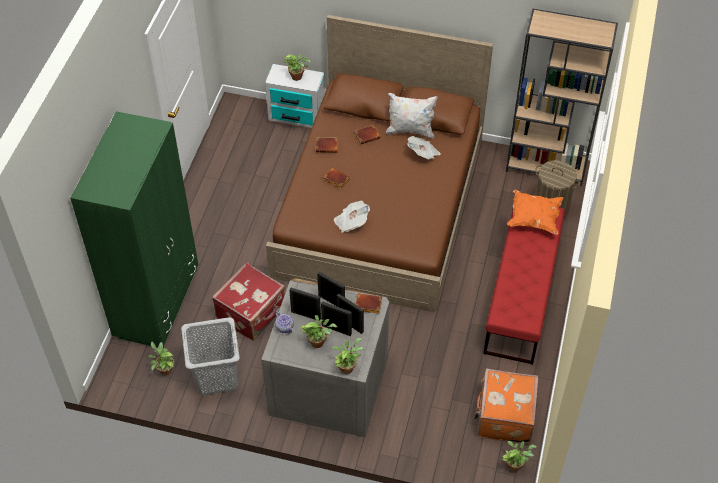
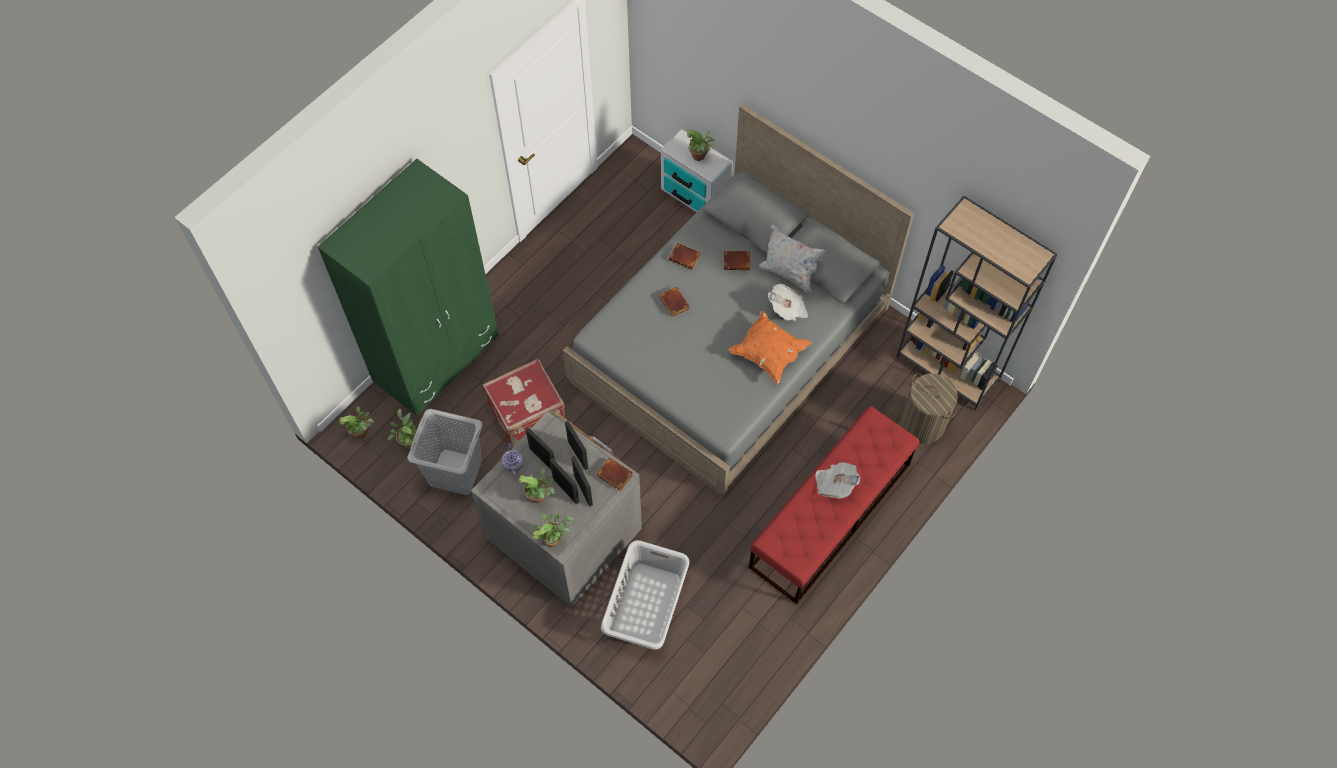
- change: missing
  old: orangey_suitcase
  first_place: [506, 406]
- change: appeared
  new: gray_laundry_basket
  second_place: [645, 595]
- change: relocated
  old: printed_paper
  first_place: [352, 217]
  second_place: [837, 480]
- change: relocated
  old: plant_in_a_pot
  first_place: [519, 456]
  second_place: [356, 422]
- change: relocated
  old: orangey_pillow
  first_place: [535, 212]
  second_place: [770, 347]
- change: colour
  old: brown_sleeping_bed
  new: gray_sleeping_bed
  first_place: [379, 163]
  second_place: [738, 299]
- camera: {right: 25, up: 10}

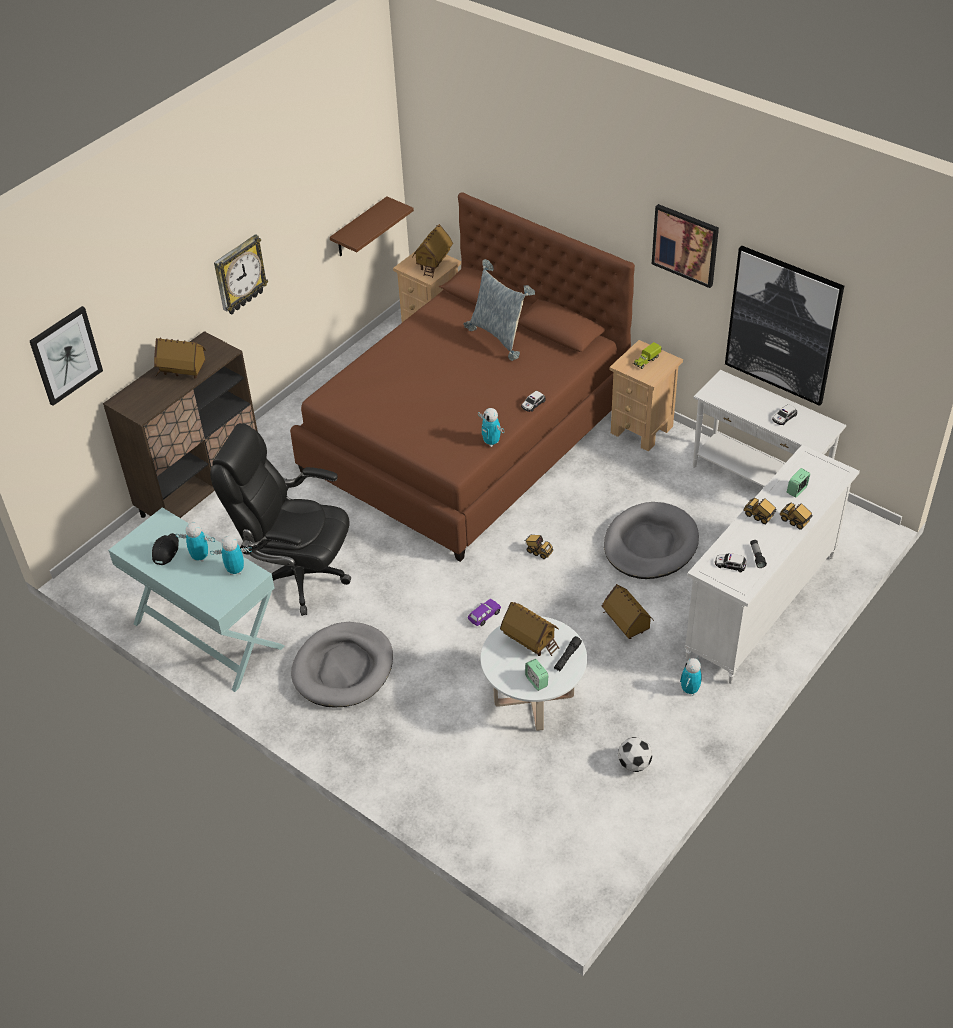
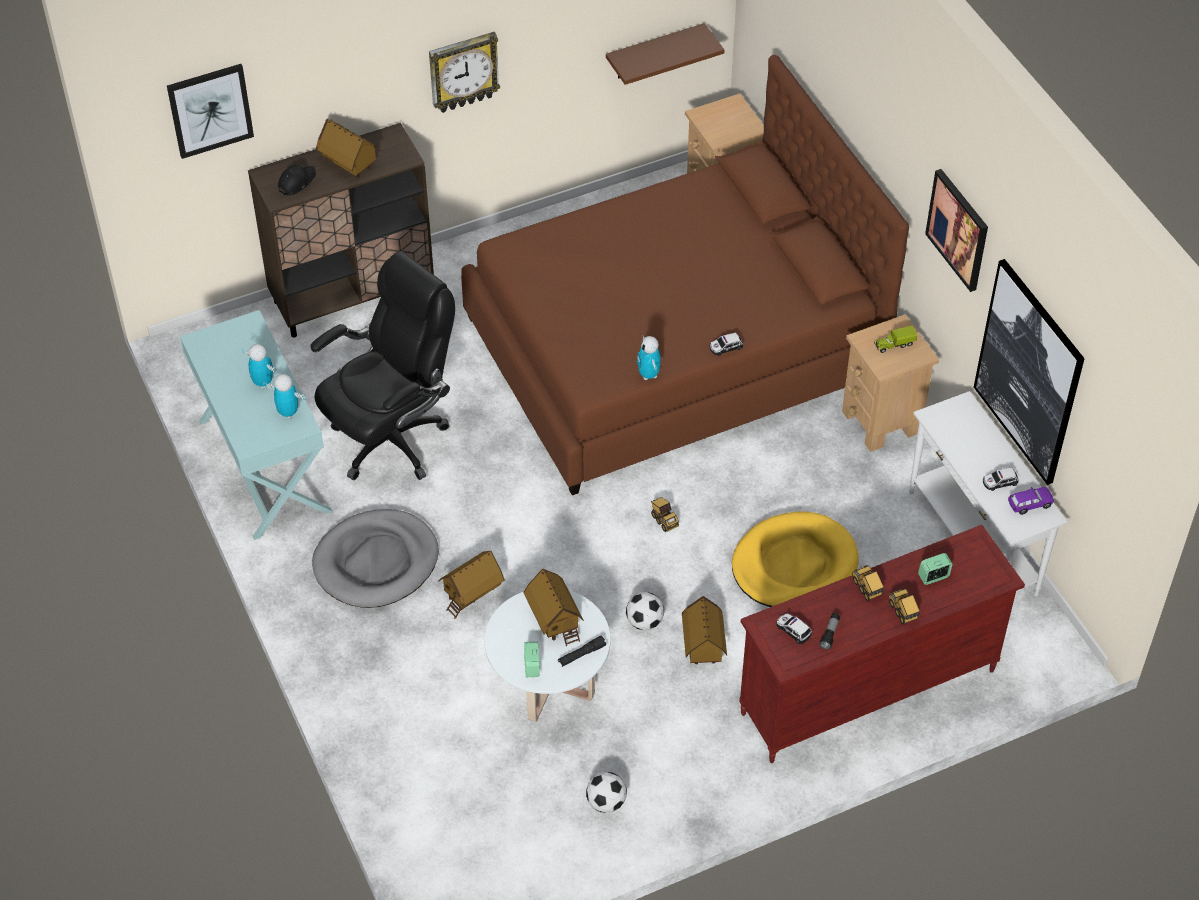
- change: missing
  old: pillow
  first_place: [499, 310]
- change: missing
  old: robot_figure
  first_place: [690, 676]
- change: appeared
  new: football_ball
  second_place: [645, 611]
- change: relocated
  old: black-coloured_cap
  first_place: [165, 549]
  second_place: [297, 180]
- change: relocated
  old: miniature_house
  first_place: [432, 251]
  second_place: [471, 585]
- change: relocated
  old: purple-coloured_model_car
  first_place: [484, 612]
  second_place: [1031, 501]
- change: colour
  old: gray_dog_bed
  new: yellowish_dog_bed
  first_place: [651, 540]
  second_place: [795, 559]
- change: colour
  old: whitish_drawer_chest
  new: red-coloured_drawer_chest
  first_place: [772, 564]
  second_place: [882, 644]
- change: spun
  old: black-coloured_office_chair
  first_place: [280, 519]
  second_place: [383, 365]
  degrees: 90
- camera: {right: 25, up: 5}

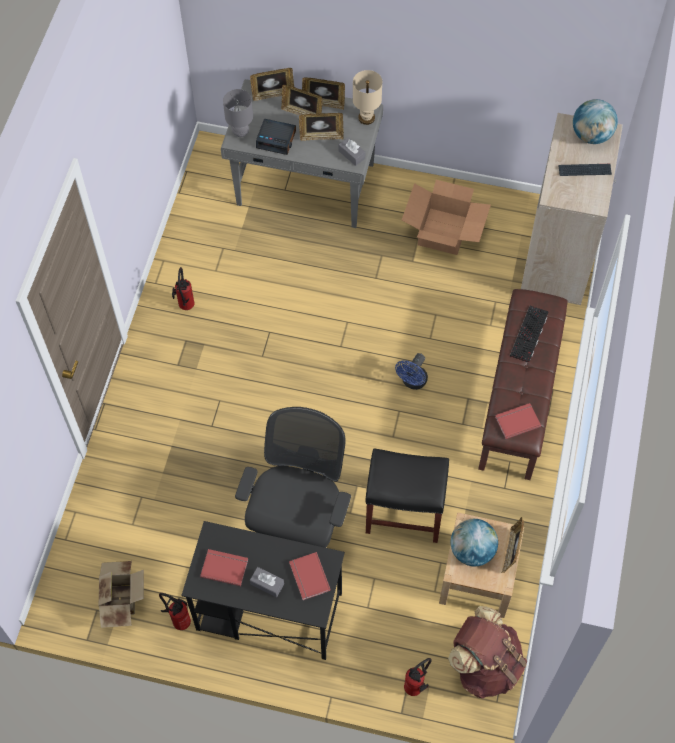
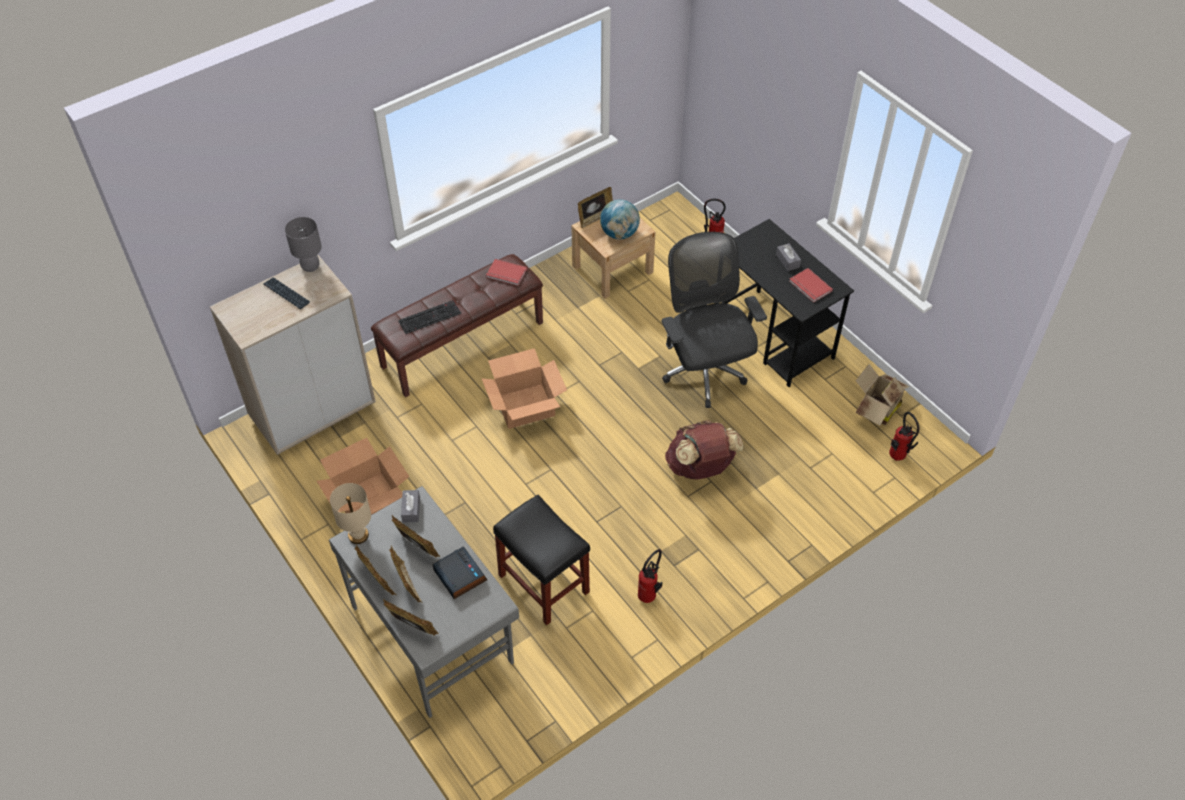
- change: missing
  old: red-coloured_volume
  first_place: [310, 576]
- change: missing
  old: desk_globe
  first_place: [595, 121]
- change: relocated
  old: extinguisher
  first_place: [175, 611]
  second_place: [904, 436]
- change: relocated
  old: gray_table_lamp
  first_place: [238, 113]
  second_place: [303, 244]
- change: relocated
  old: black-coloured_stool
  first_place: [407, 495]
  second_place: [541, 559]
- change: relocated
  old: brown_knapsack
  first_place: [487, 652]
  second_place: [704, 450]
- change: exchanged
  old: blue_fan
  new: cardboard_box
  first_place: [411, 371]
  second_place: [524, 388]
- change: spun
  old: office_chair
  first_place: [293, 477]
  second_place: [714, 320]
  degrees: 105
- camera: {right: -140, up: -10}

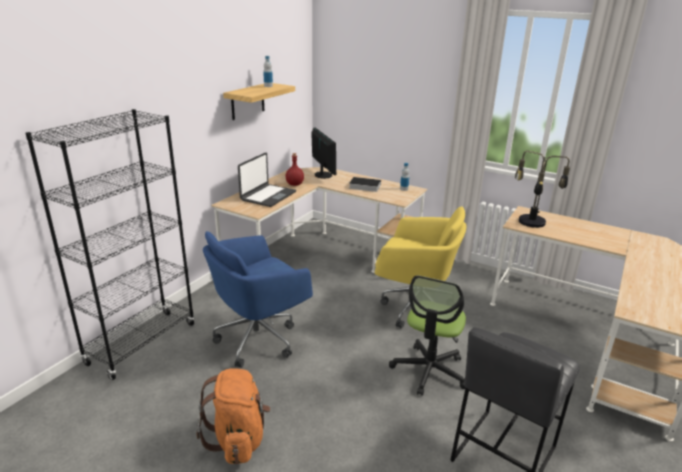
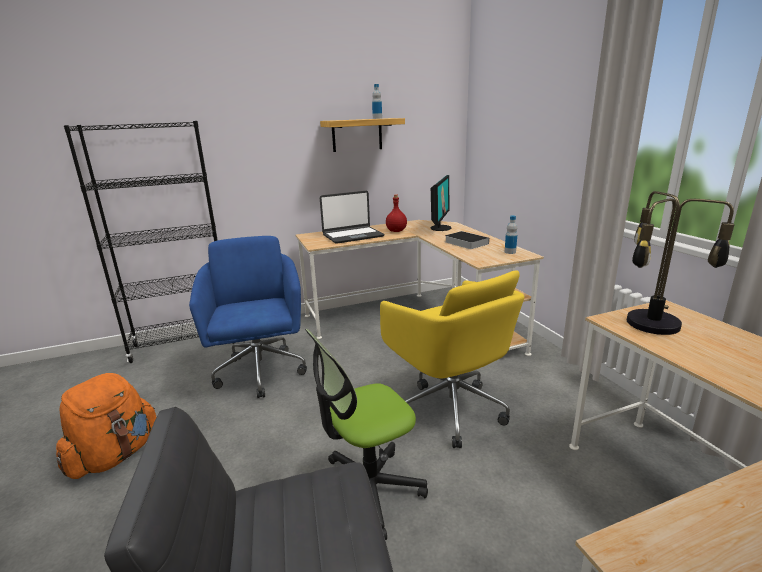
- change: spun
  old: blue_office_chair
  first_place: [258, 299]
  second_place: [248, 317]
  degrees: 75
- camera: {right: 40, up: -5}

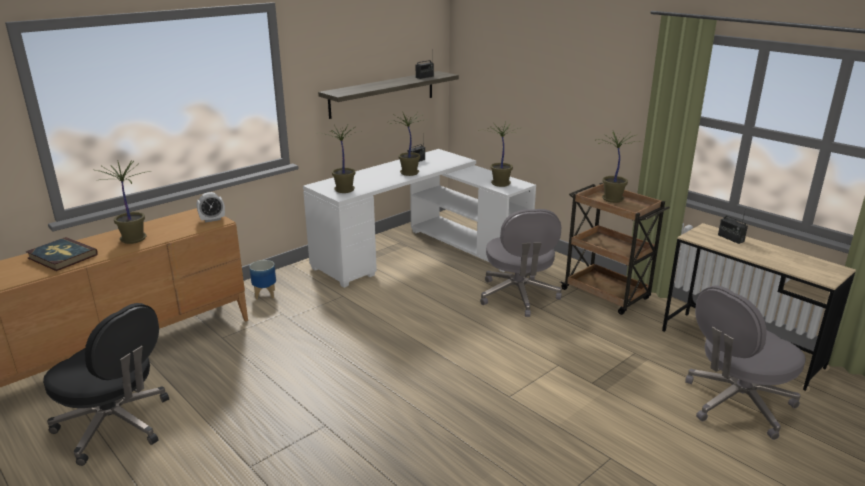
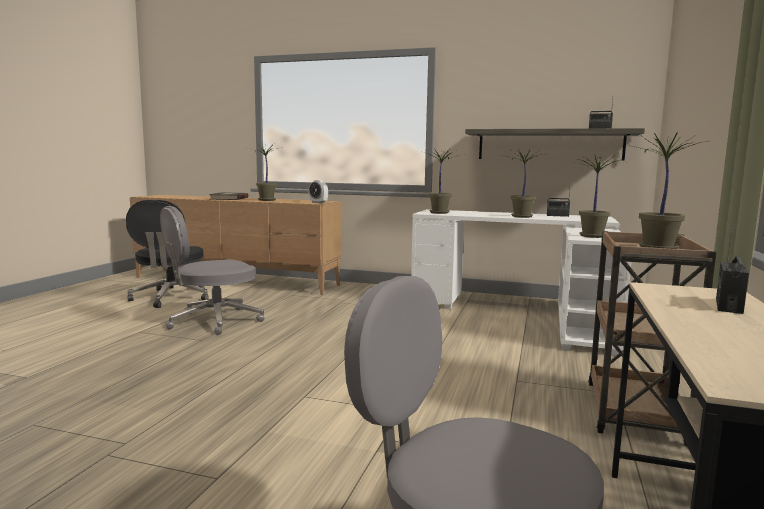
- change: missing
  old: flower_pot
  first_place: [262, 280]
- change: relocated
  old: gray_office_chair
  first_place: [521, 263]
  second_place: [212, 270]
- camera: {right: 60, up: -15}

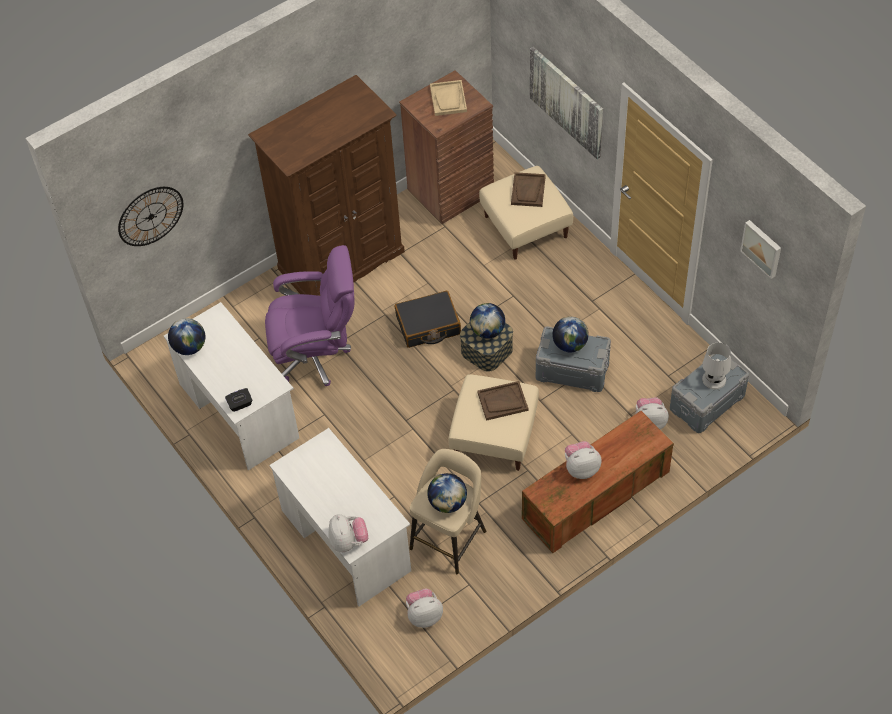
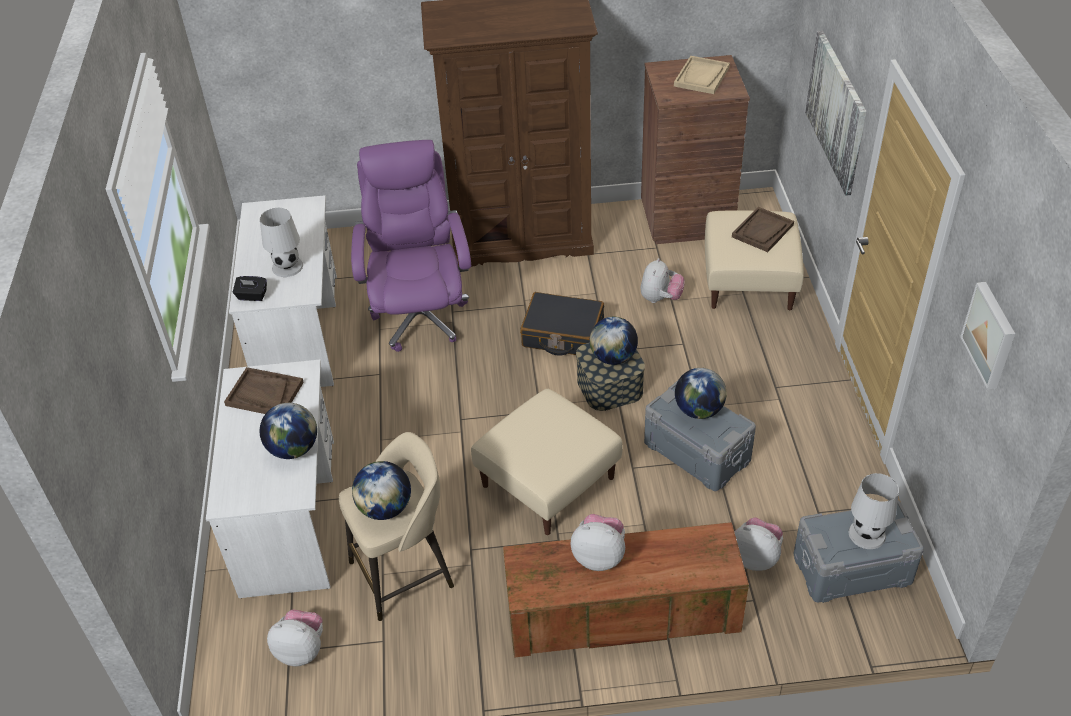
- change: missing
  old: clock_on_the_wall
  first_place: [150, 216]
- change: appeared
  new: whitish_table_lamp
  second_place: [281, 242]
- change: relocated
  old: desk_globe
  first_place: [186, 336]
  second_place: [288, 431]
- change: relocated
  old: cuddly_toy
  first_place: [348, 533]
  second_place: [663, 280]
- change: relocated
  old: brown_carrying_tray
  first_place: [502, 401]
  second_place: [264, 390]
- change: spun
  old: purple-coloured_office_chair
  first_place: [309, 315]
  second_place: [411, 246]
  degrees: -120
- camera: {right: 30, up: -10}

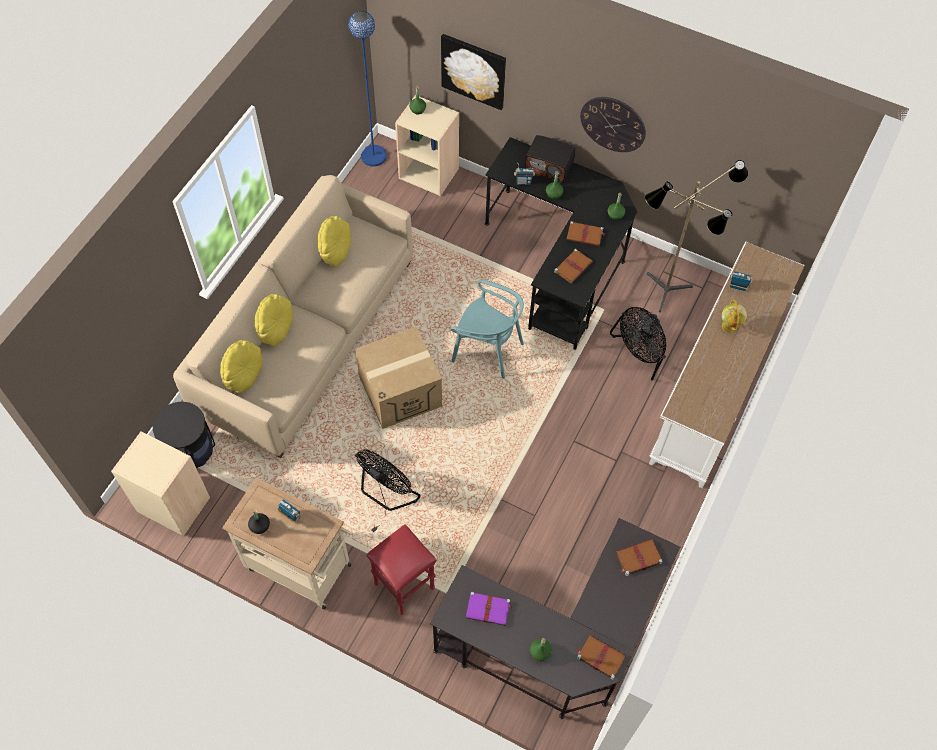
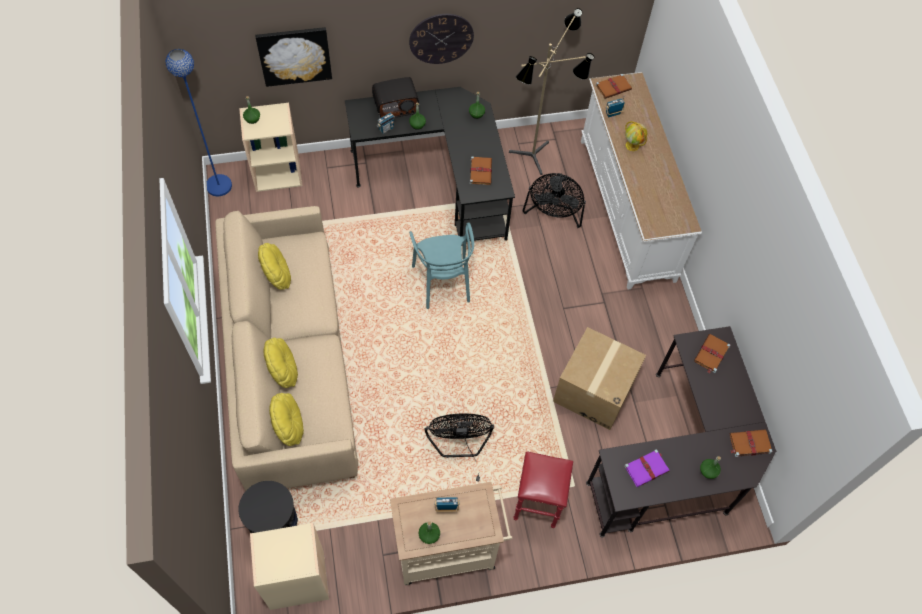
- change: relocated
  old: cardboard_box
  first_place: [398, 378]
  second_place: [599, 378]
- change: relocated
  old: brown_volume
  first_place: [585, 234]
  second_place: [613, 86]
- change: colour
  old: black-coloured_bottle
  new: green_bottle
  first_place: [259, 521]
  second_place: [429, 532]
- change: spun
  old: turquoise_plain_chair
  first_place: [487, 329]
  second_place: [441, 266]
  degrees: 90
- camera: {right: -40, up: 0}

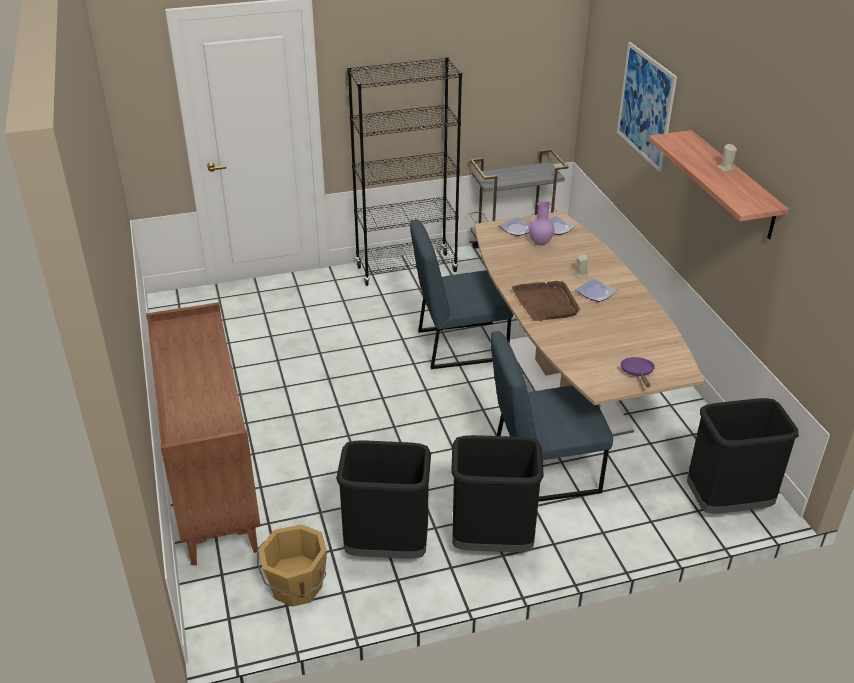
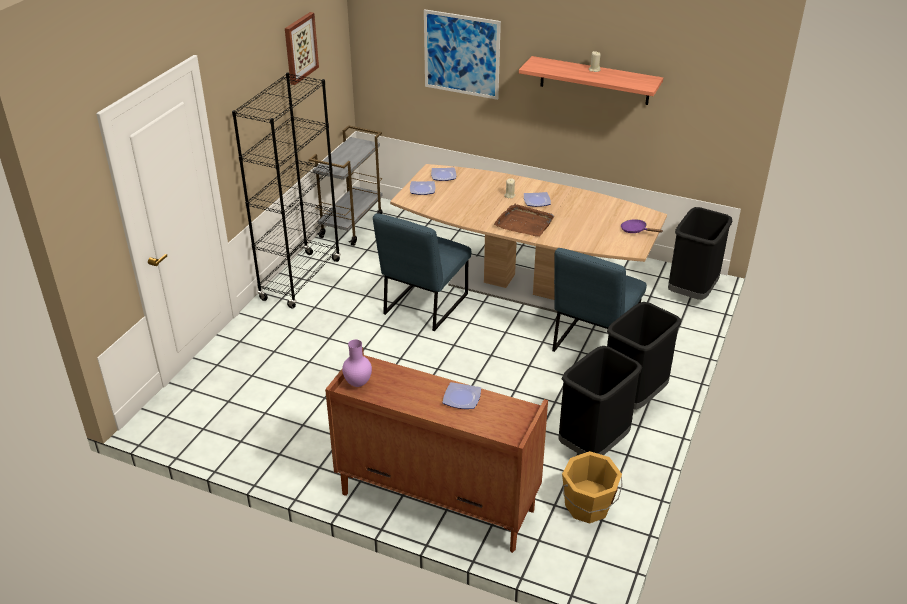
- change: appeared
  new: picture
  second_place: [302, 48]
- change: appeared
  new: dinner_plate
  second_place: [461, 395]
- change: relocated
  old: purple-coloured_vase
  first_place: [541, 223]
  second_place: [357, 363]
- camera: {right: -50, up: 0}

